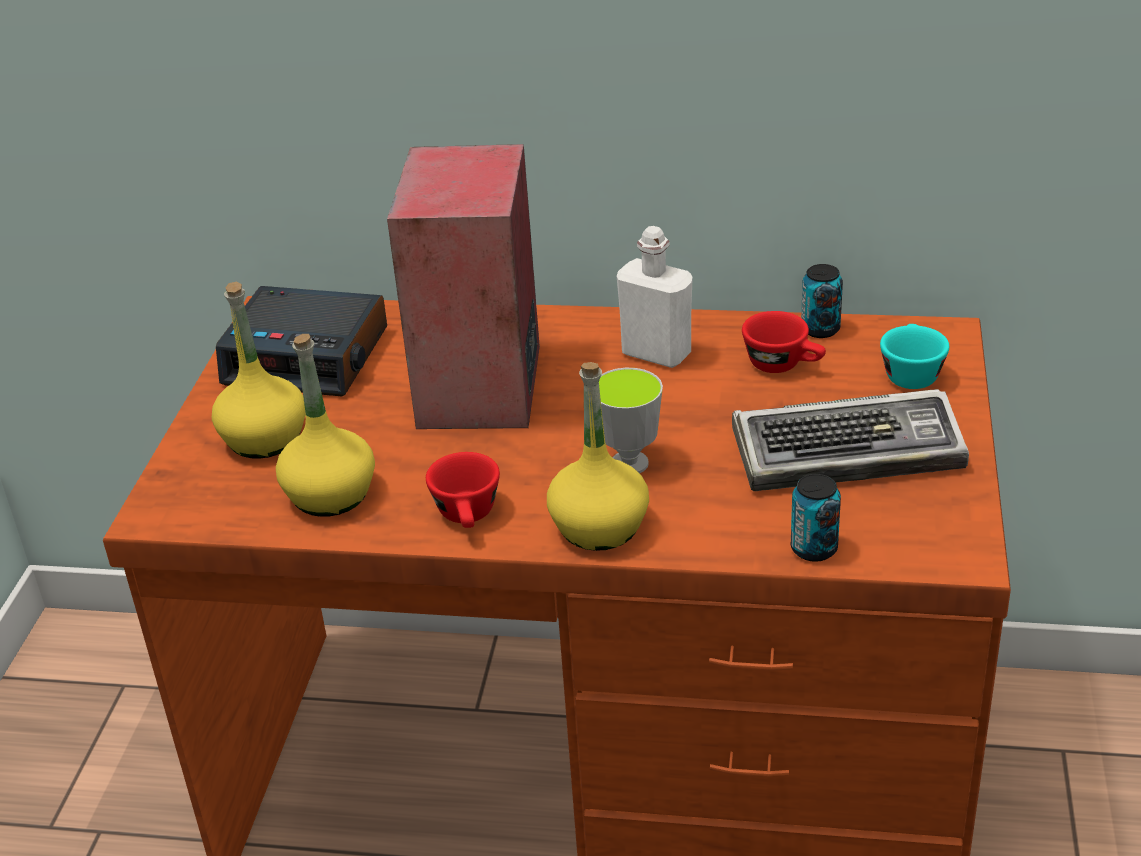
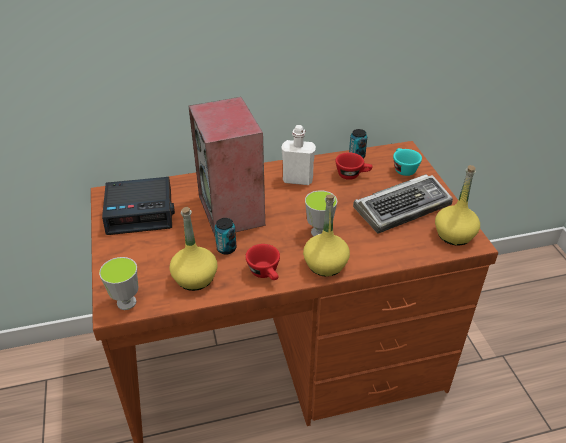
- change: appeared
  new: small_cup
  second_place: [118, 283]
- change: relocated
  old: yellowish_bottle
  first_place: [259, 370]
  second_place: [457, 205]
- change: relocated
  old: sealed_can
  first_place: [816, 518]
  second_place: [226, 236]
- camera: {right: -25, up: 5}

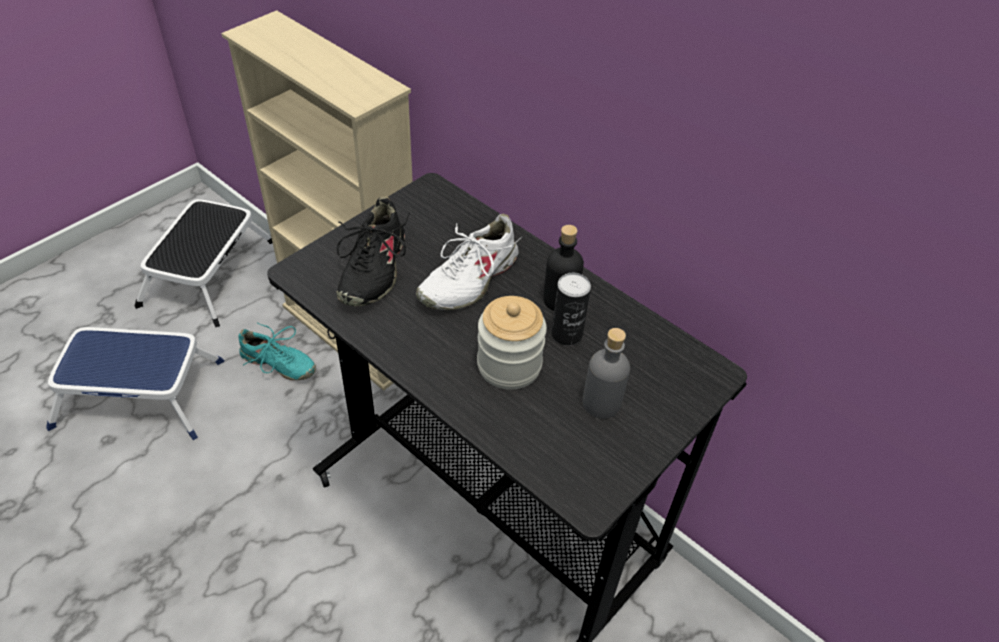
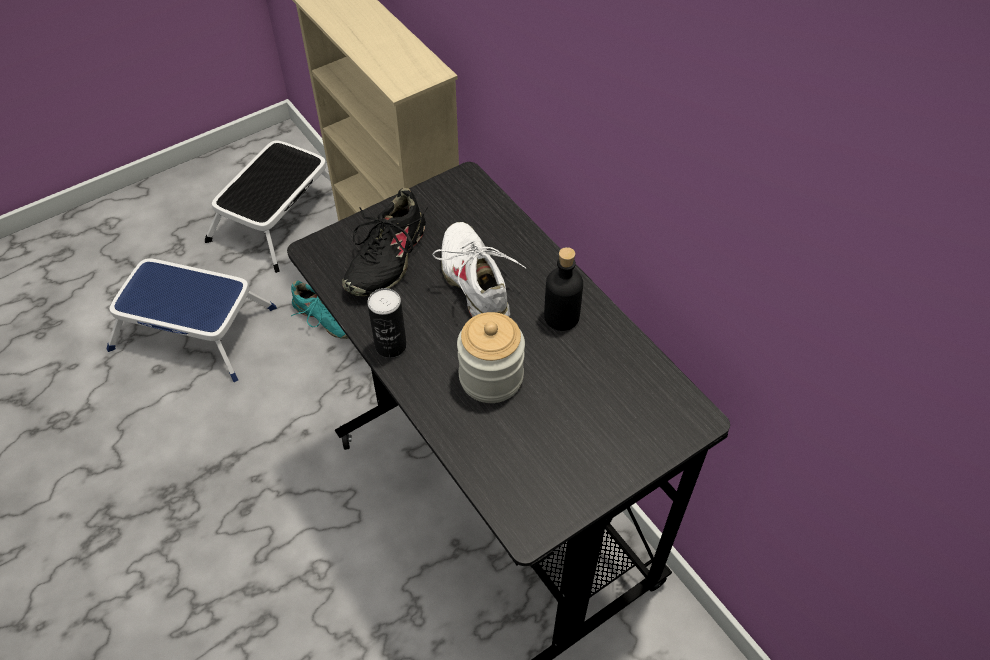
- change: missing
  old: gray_bottle
  first_place: [606, 373]
- change: relocated
  old: sealed_can
  first_place: [571, 309]
  second_place: [387, 323]
- change: spun
  old: whitish_shoe
  first_place: [469, 261]
  second_place: [479, 269]
  degrees: 105
- camera: {right: 15, up: 5}

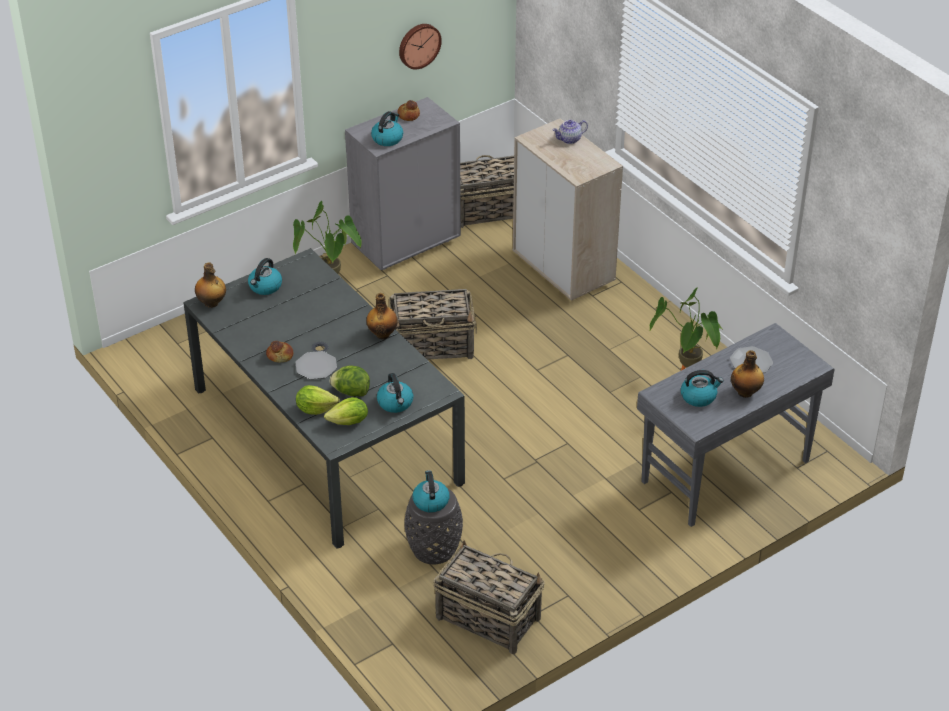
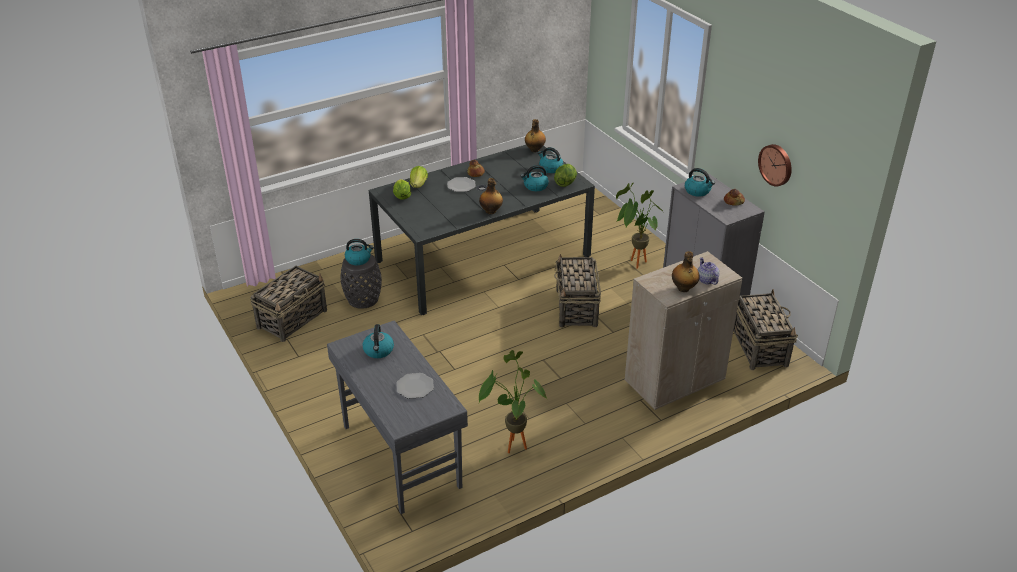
- change: relocated
  old: lettuce
  first_place: [350, 381]
  second_place: [565, 175]
- change: relocated
  old: kettle
  first_place: [395, 393]
  second_place: [535, 178]
- change: relocated
  old: bottle
  first_place: [747, 374]
  second_place: [686, 271]
- camera: {right: 95, up: -5}

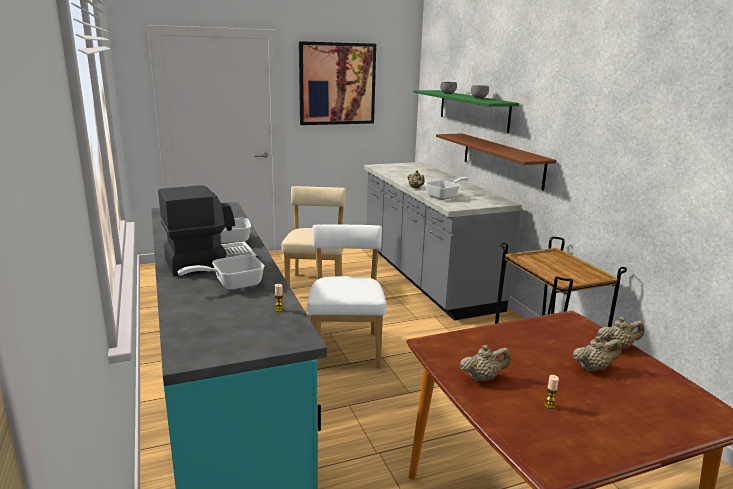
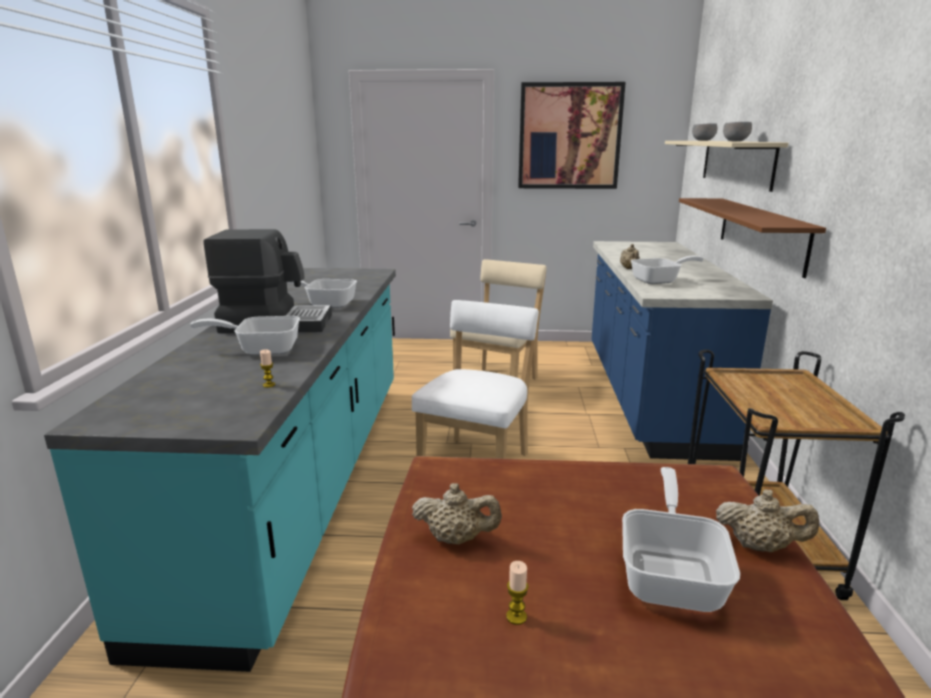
- change: exchanged
  old: beige-coloured_teapot
  new: frying_pan
  first_place: [597, 353]
  second_place: [681, 539]
- change: colour
  old: gray_kitchen_counter
  new: blue_kitchen_counter
  first_place: [443, 241]
  second_place: [682, 351]
- change: colour
  old: green_bracket_shelf
  new: beige-coloured_bracket_shelf
  first_place: [466, 111]
  second_place: [726, 166]
- camera: {right: 25, up: 0}

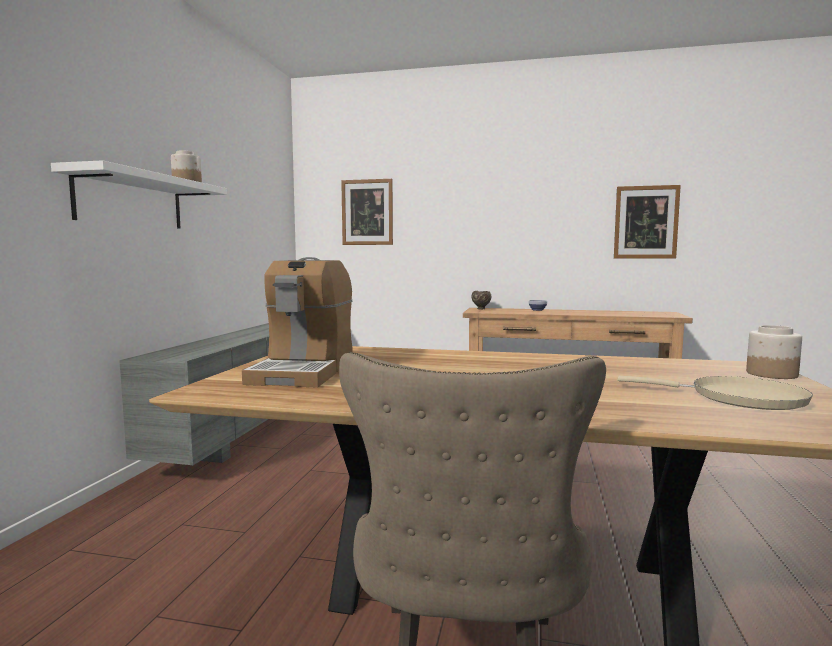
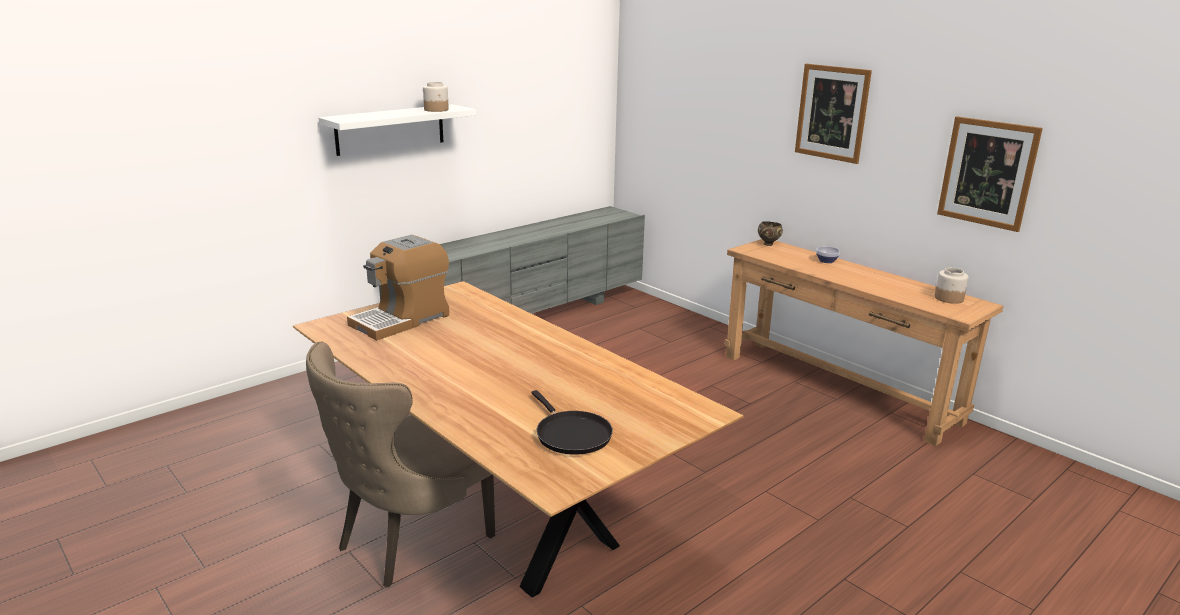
- change: relocated
  old: picture
  first_place: [367, 212]
  second_place: [833, 114]
- change: relocated
  old: storage_jar
  first_place: [774, 352]
  second_place: [952, 286]
- change: colour
  old: beige-coloured_frying_pan
  new: black-coloured_frying_pan
  first_place: [715, 393]
  second_place: [572, 422]
- camera: {right: 35, up: 15}

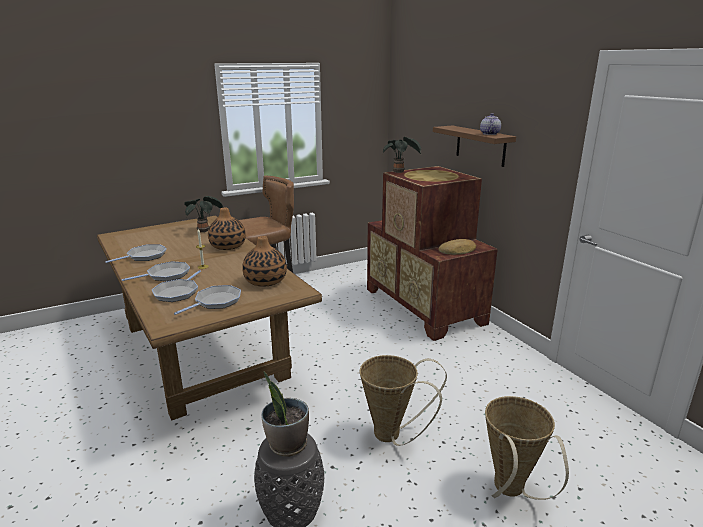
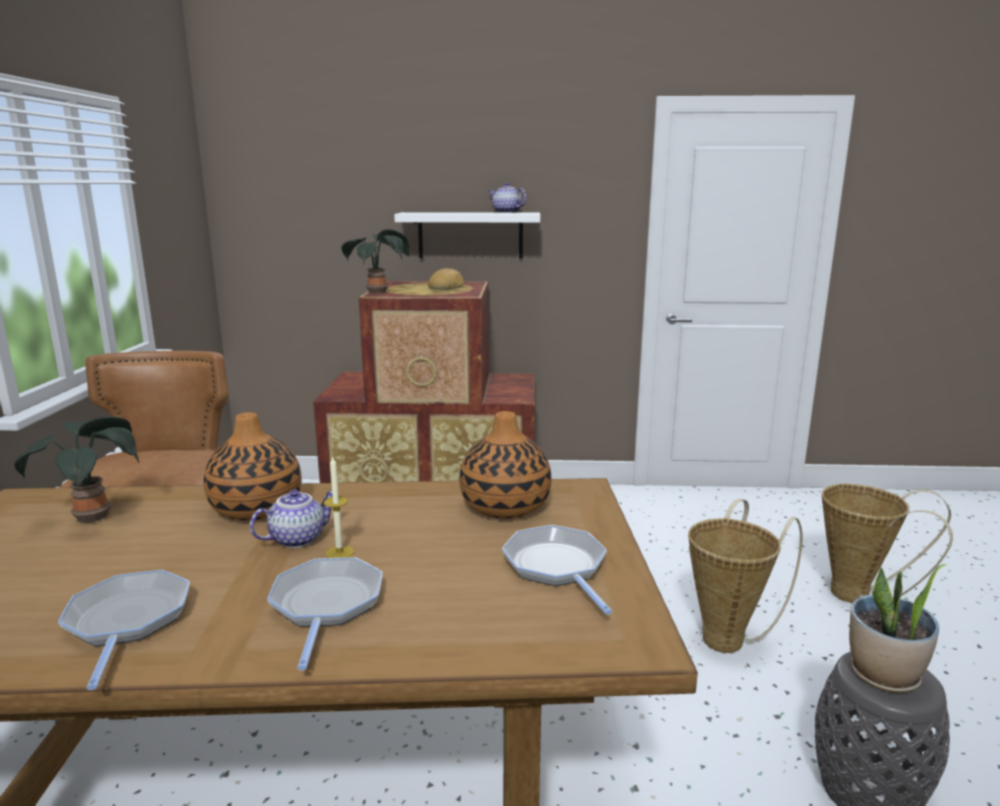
- change: missing
  old: frying_pan
  first_place: [176, 286]
- change: appeared
  new: teapot
  second_place: [291, 518]
- change: relocated
  old: bakery_bread
  first_place: [457, 247]
  second_place: [446, 279]
- change: colour
  old: brown_bracket_shelf
  new: whitish_bracket_shelf
  first_place: [474, 146]
  second_place: [467, 235]
- camera: {right: -60, up: -5}

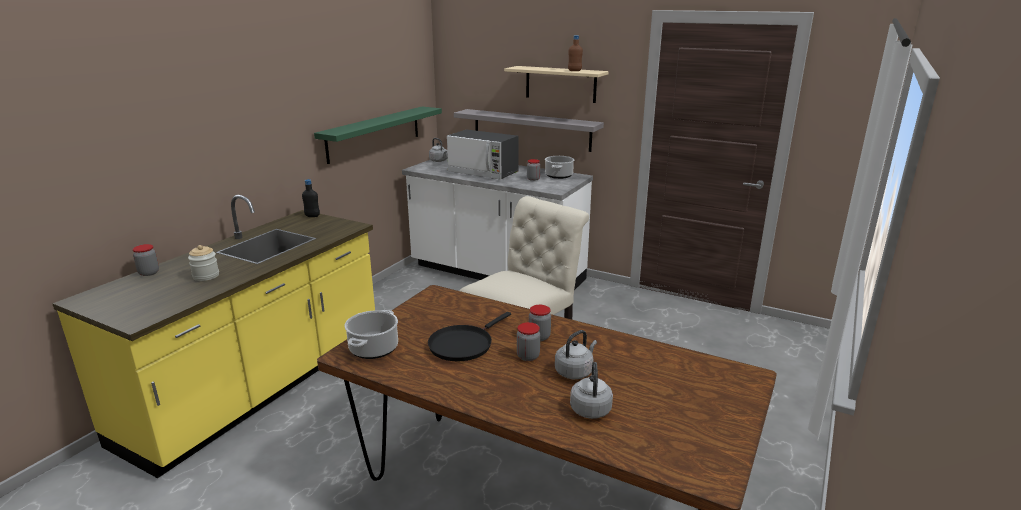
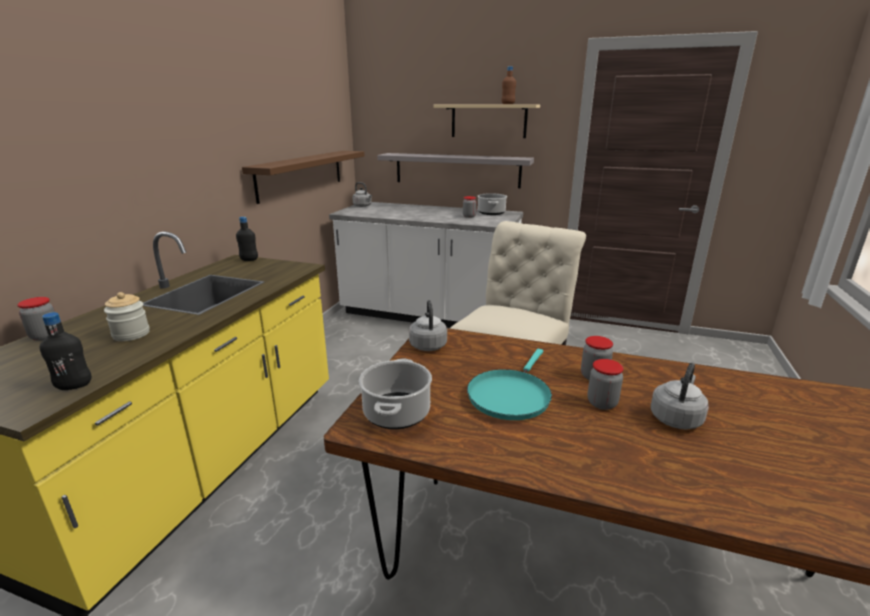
- change: missing
  old: microwave
  first_place: [483, 154]
- change: appeared
  new: black-coloured_bottle
  second_place: [66, 351]
- change: relocated
  old: gray_kettle
  first_place: [591, 390]
  second_place: [428, 325]
- change: colour
  old: green_bracket_shelf
  new: brown_bracket_shelf
  first_place: [378, 135]
  second_place: [303, 177]
- change: colour
  old: black-coloured_frying_pan
  new: turquoise_frying_pan
  first_place: [469, 336]
  second_place: [509, 384]
- camera: {right: -10, up: 0}

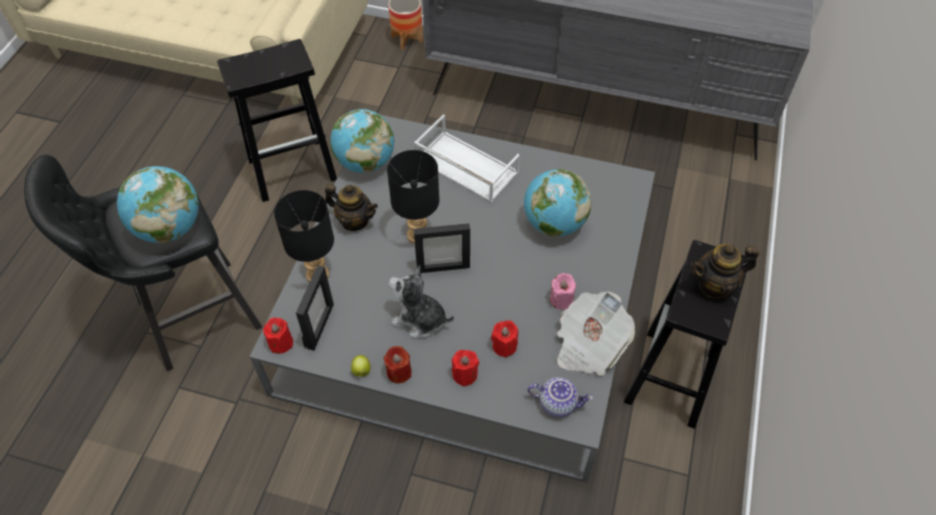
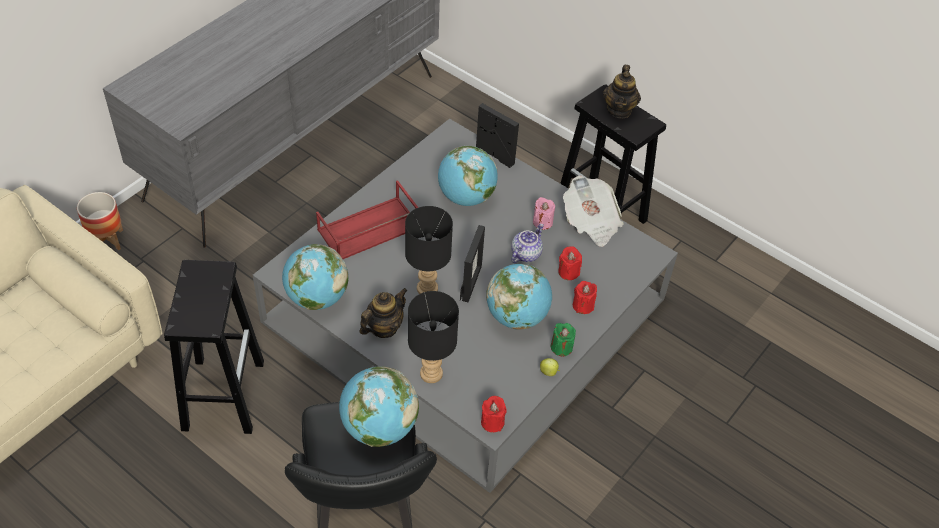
- change: relocated
  old: picture_frame
  first_place: [315, 308]
  second_place: [497, 135]
- change: relocated
  old: teapot
  first_place: [560, 397]
  second_place: [527, 243]
- change: exchanged
  old: cuddly_toy
  new: desk_globe
  first_place: [421, 301]
  second_place: [519, 297]
- change: colour
  old: red-coloured_candle
  new: green_candle
  first_place: [398, 364]
  second_place: [563, 339]
- change: colour
  old: whitish_carrying_tray
  new: red-coloured_carrying_tray
  first_place: [467, 158]
  second_place: [367, 220]
- camera: {right: -70, up: -5}

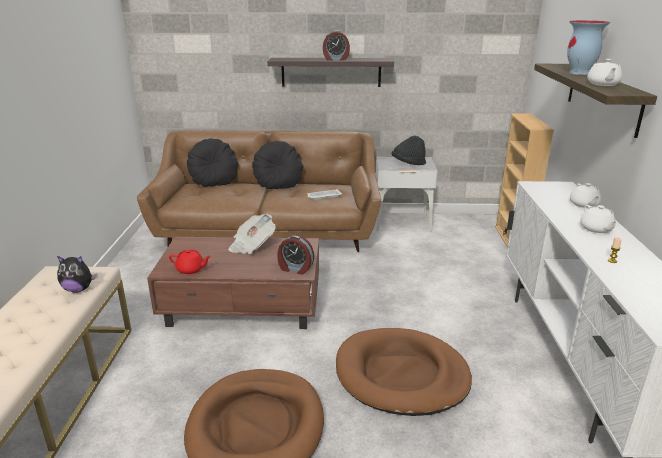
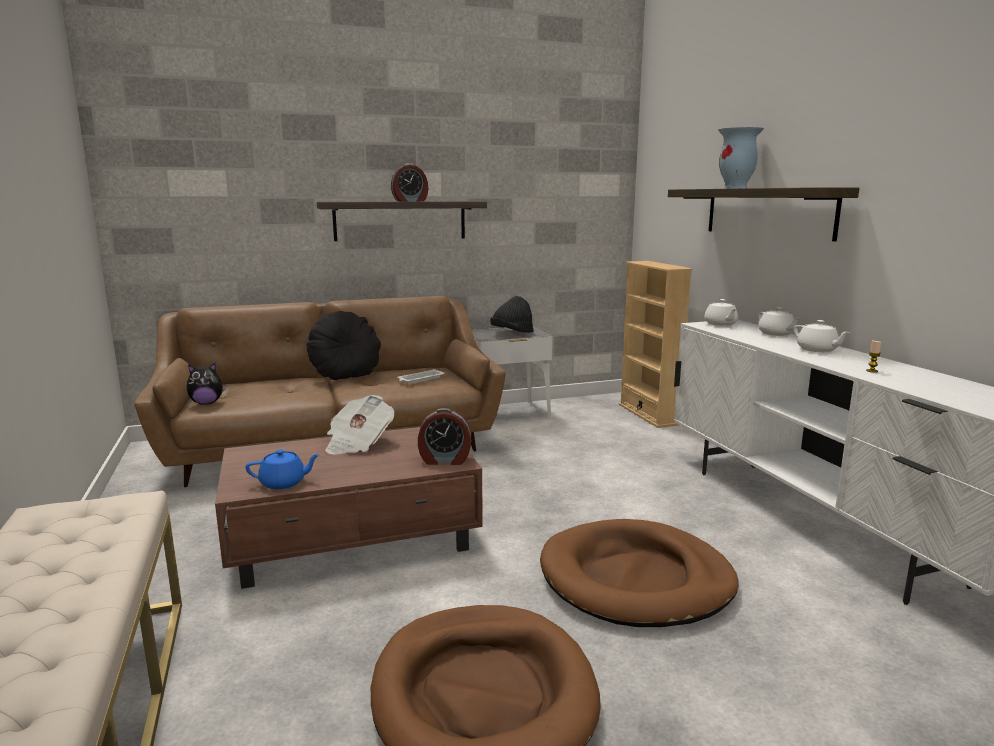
- change: missing
  old: black-coloured_pillow
  first_place: [212, 162]
- change: relocated
  old: cuddly_toy
  first_place: [77, 274]
  second_place: [206, 384]
- change: relocated
  old: whitish_teapot
  first_place: [604, 72]
  second_place: [721, 312]
- change: colour
  old: red-coloured_teapot
  new: blue_teapot
  first_place: [190, 262]
  second_place: [282, 469]
- camera: {right: -20, up: -10}

